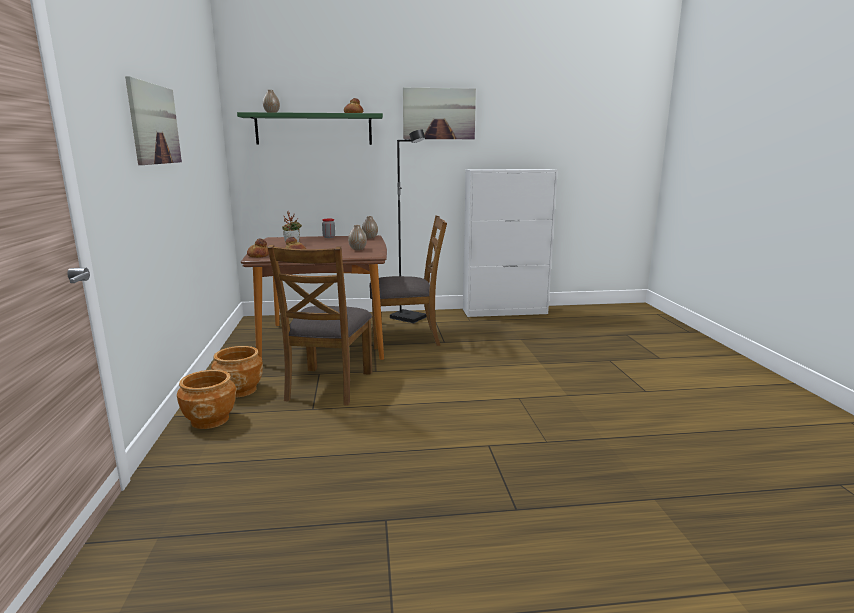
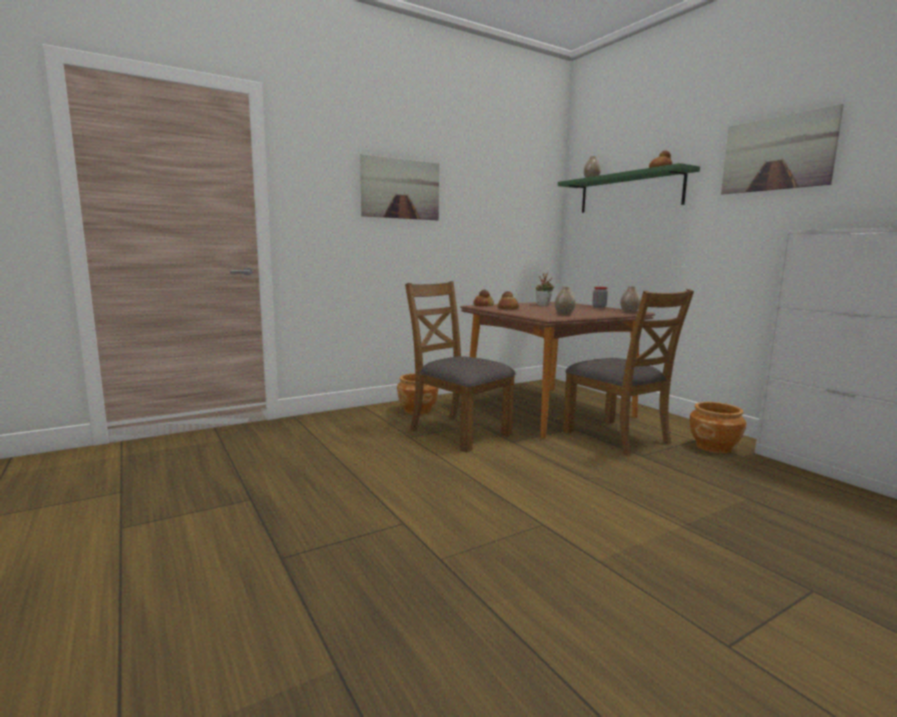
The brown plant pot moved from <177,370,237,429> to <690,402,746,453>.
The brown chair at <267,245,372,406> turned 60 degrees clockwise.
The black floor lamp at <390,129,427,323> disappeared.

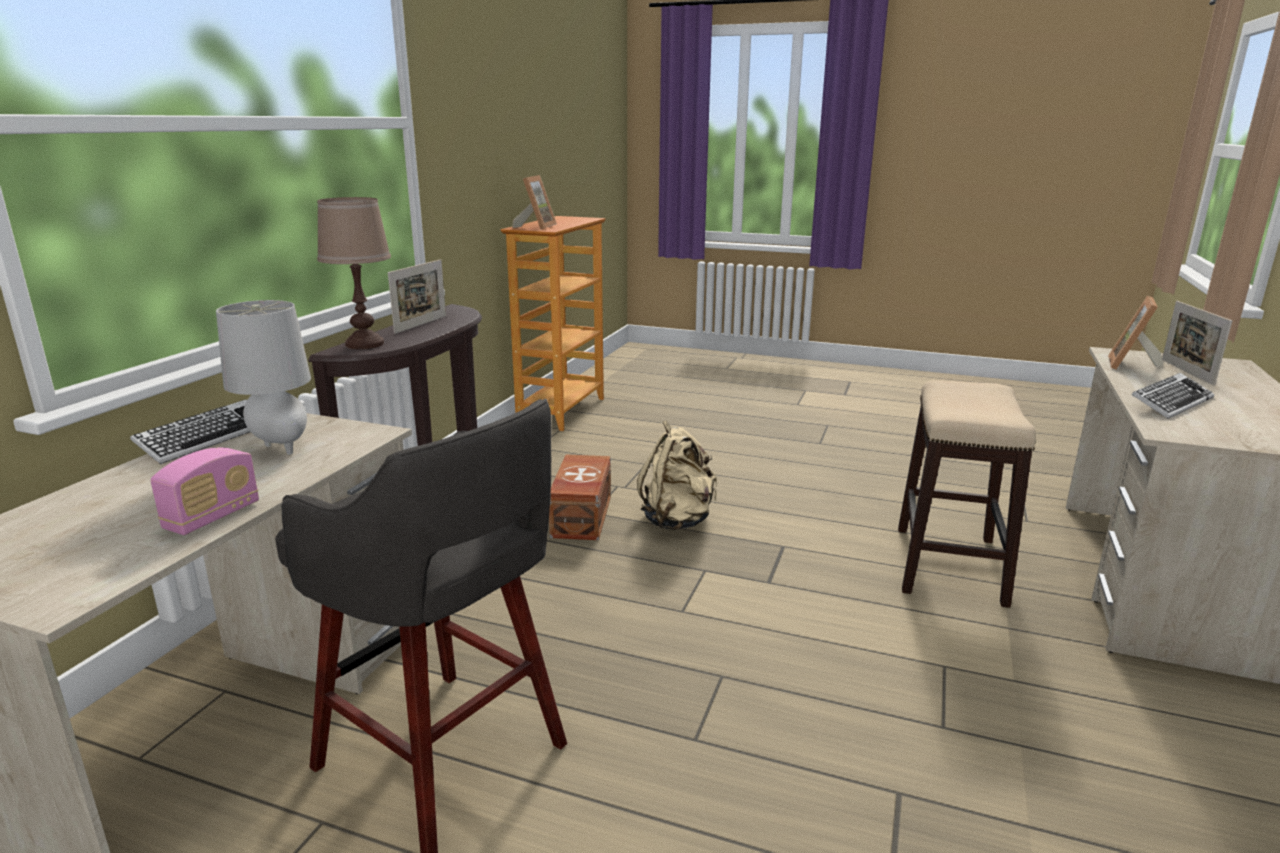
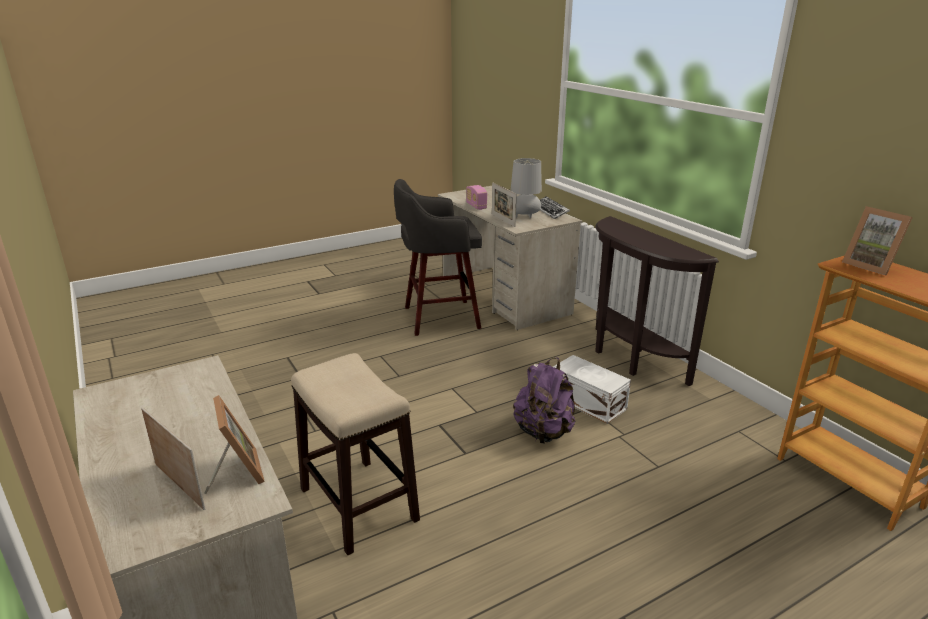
The brown tabletop lamp at <317,197,391,349> disappeared.
The picture frame moved from <388,259,446,334> to <492,183,517,227>.
The brown storage container at <549,455,611,540> became the whitish storage container at <553,355,631,424>.
The sand-coloured backpack at <637,420,717,530> became the purple-coloured backpack at <513,358,575,444>.
The computer keyboard at <1131,373,1214,419> disappeared.

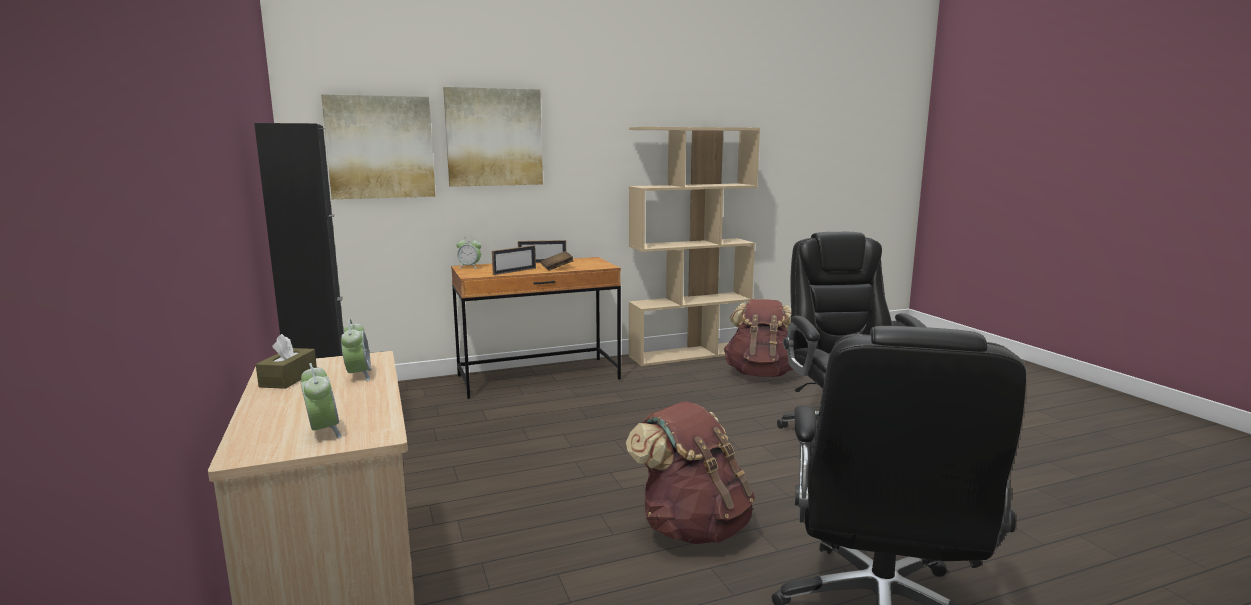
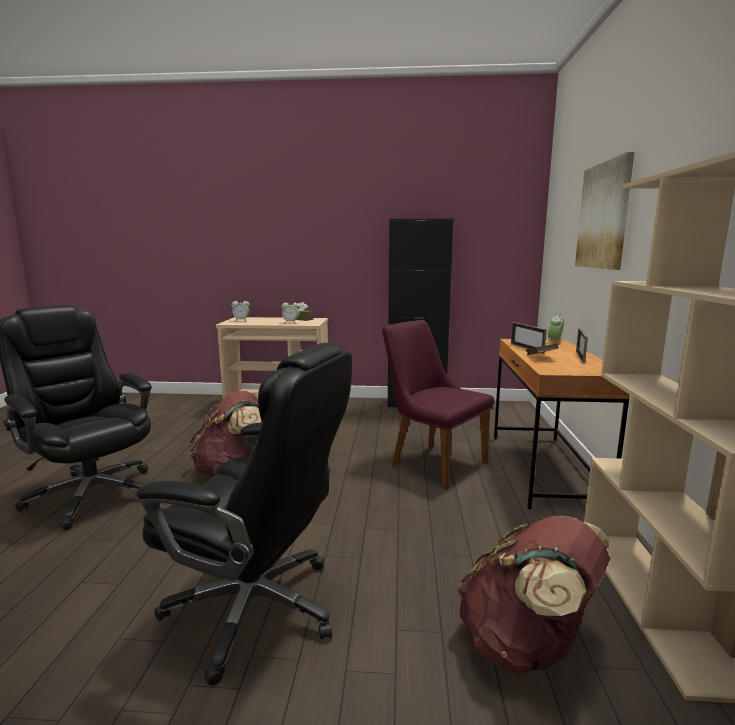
The wall art at <321,94,435,199> disappeared.
The purple-coloured chair at <382,320,494,490> appeared.

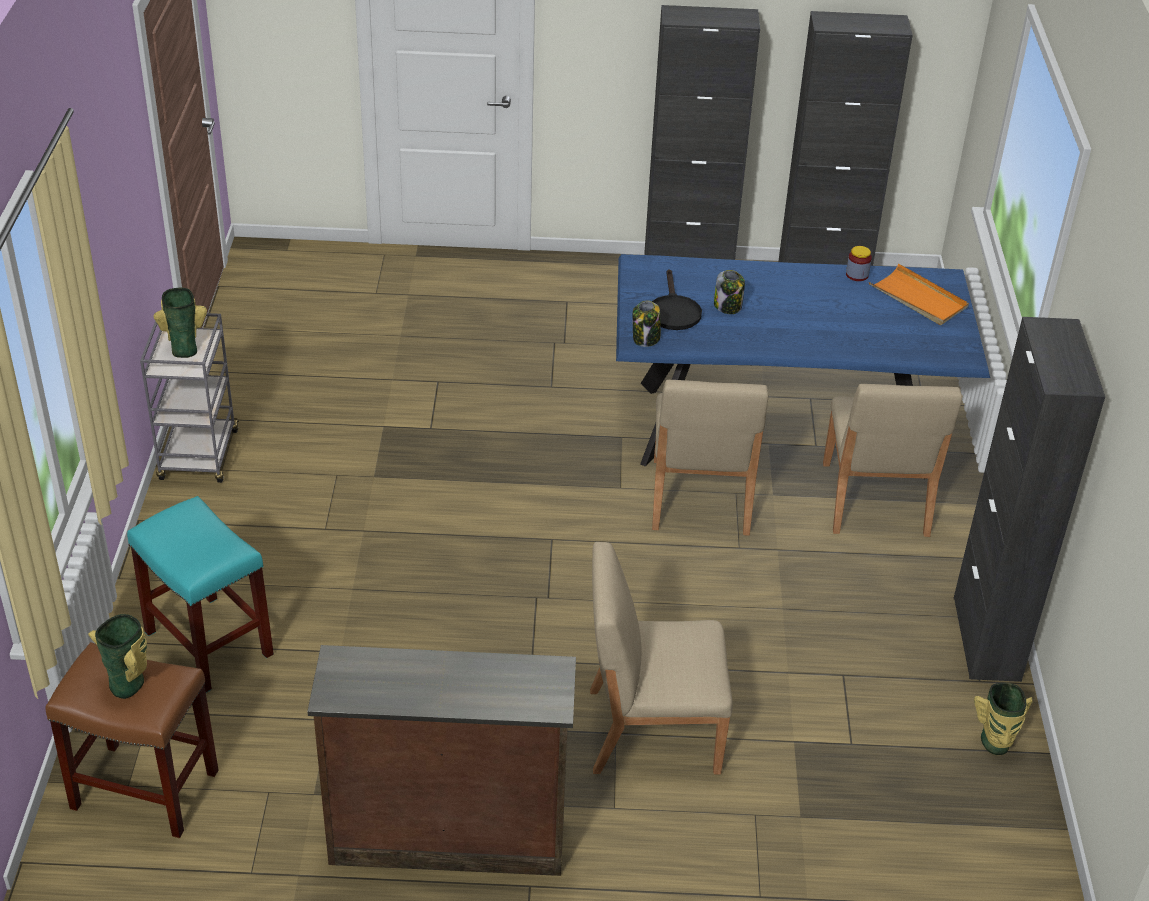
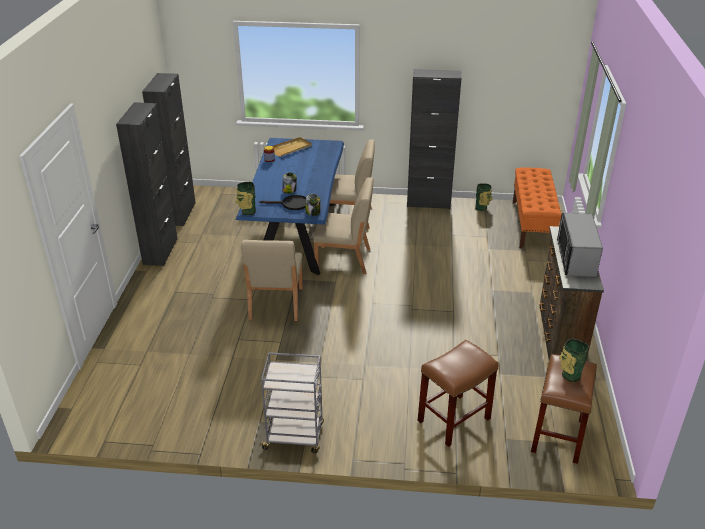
The turquoise-coloured stool seat at <127,496,274,693> became the brown stool seat at <418,340,499,447>.
The decorative vase moved from <154,288,207,358> to <236,182,256,215>.
The sand-coloured chair moved from <590,542,733,774> to <241,240,303,321>.
The orangey tray at <869,264,969,325> became the sand-coloured tray at <272,137,312,157>.
The orangey bench at <513,167,562,249> appeared.
The microwave at <557,213,603,277> appeared.

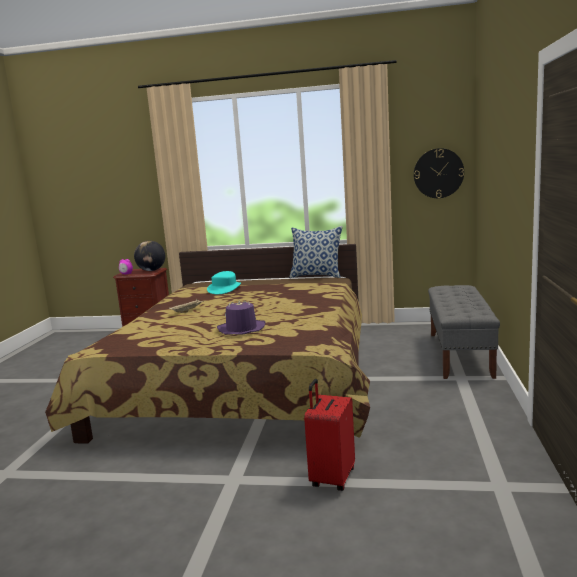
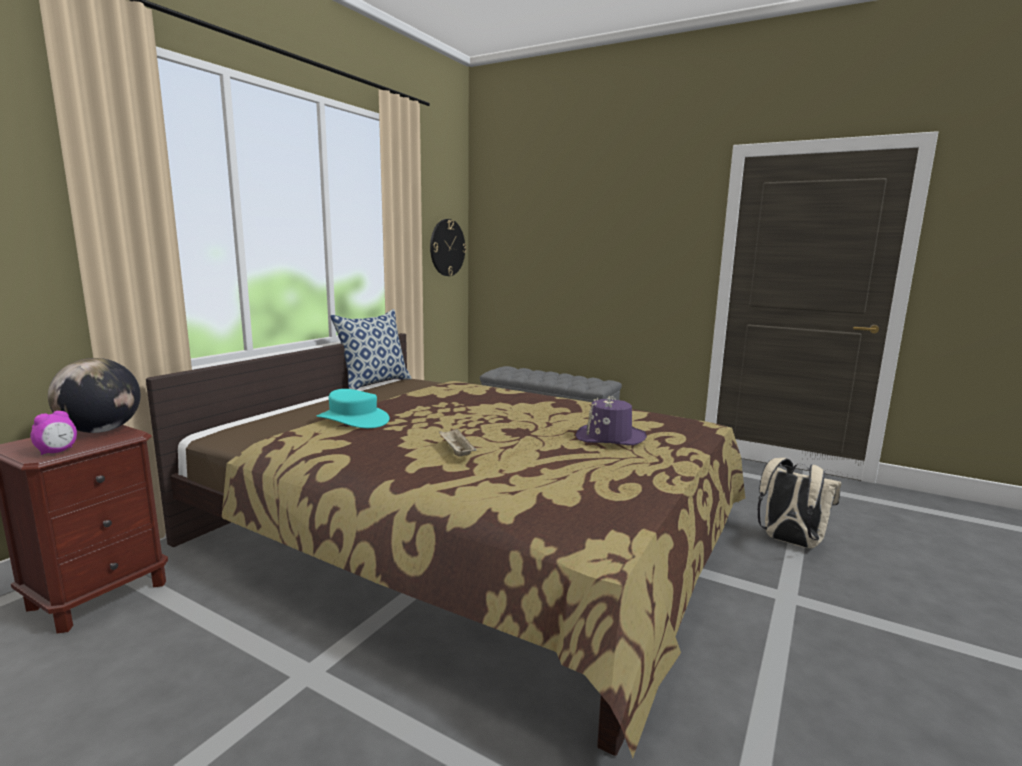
The reddish piece of luggage at <304,379,355,491> was replaced by the sand-coloured backpack at <758,458,842,548>.

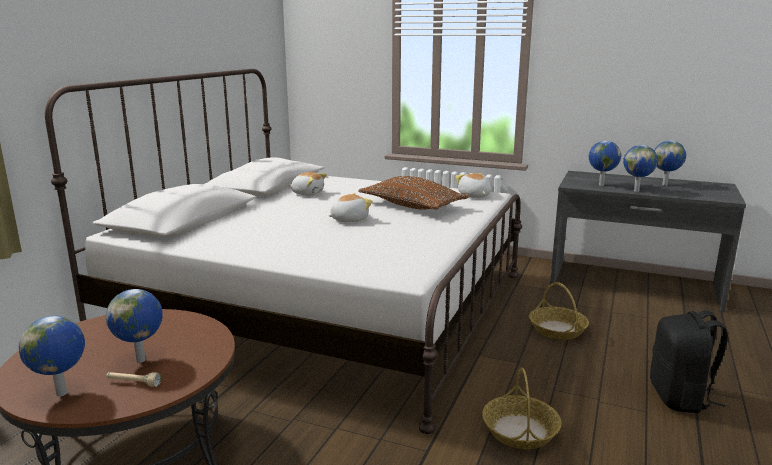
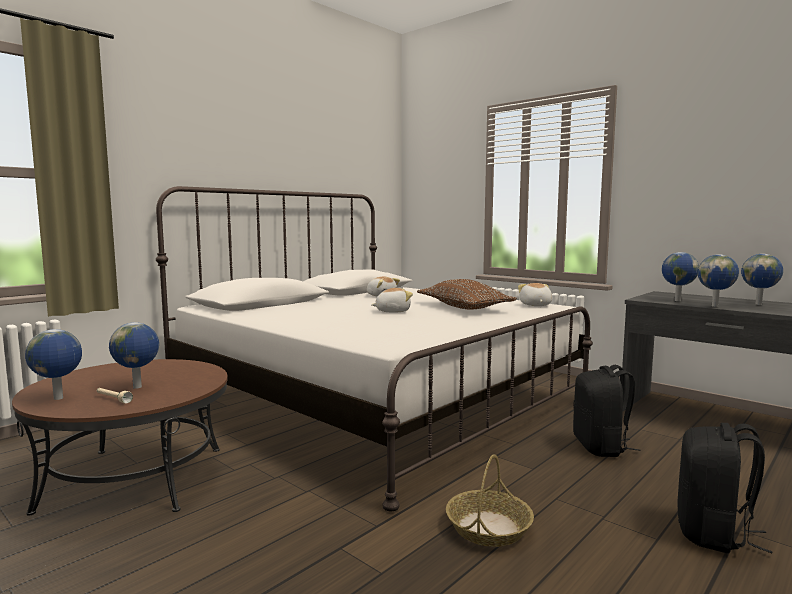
The household basket at <529,282,589,340> was replaced by the black backpack at <573,365,641,457>.

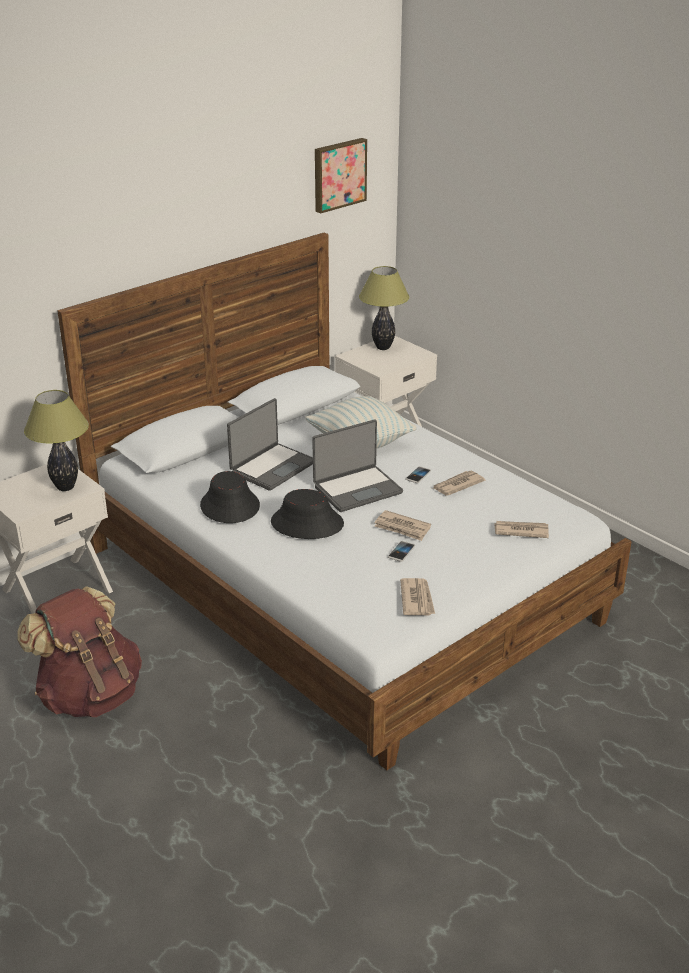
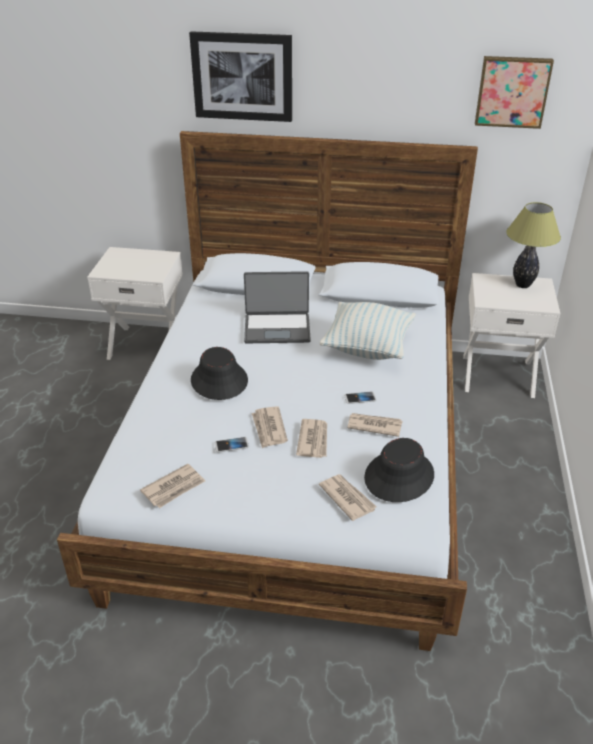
The brown backpack at <17,586,142,717> disappeared.
The tabletop lamp at <24,390,89,491> disappeared.
The black clothing hat moved from <200,471,260,523> to <364,438,434,502>.
The notebook computer at <312,419,403,512> disappeared.
The wall art at <189,31,292,122> appeared.
The daily paper at <296,419,327,458> appeared.

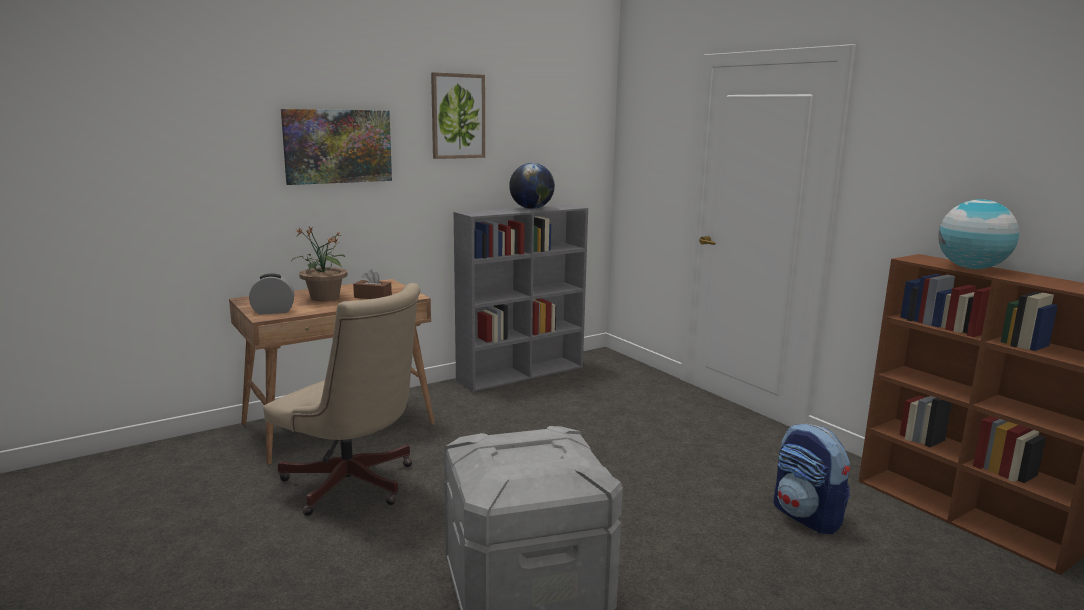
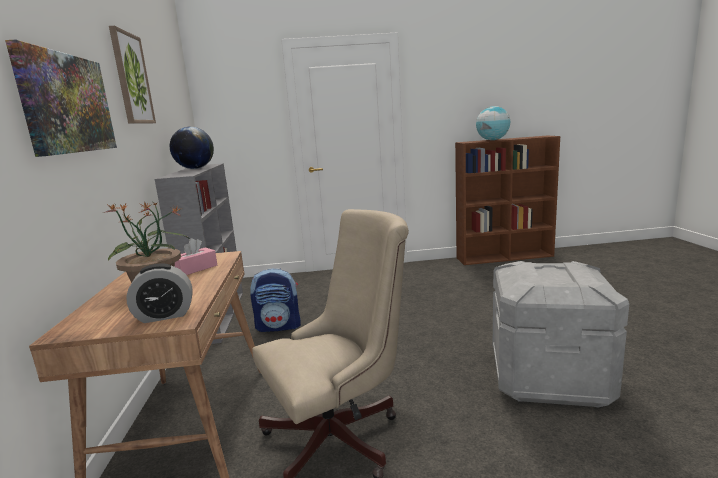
The bedside clock at <249,273,294,315> turned 120 degrees counterclockwise.
The brown box of tissues at <353,270,392,299> became the pink box of tissues at <175,238,217,275>.
The backpack moved from <773,424,850,534> to <251,268,301,332>.

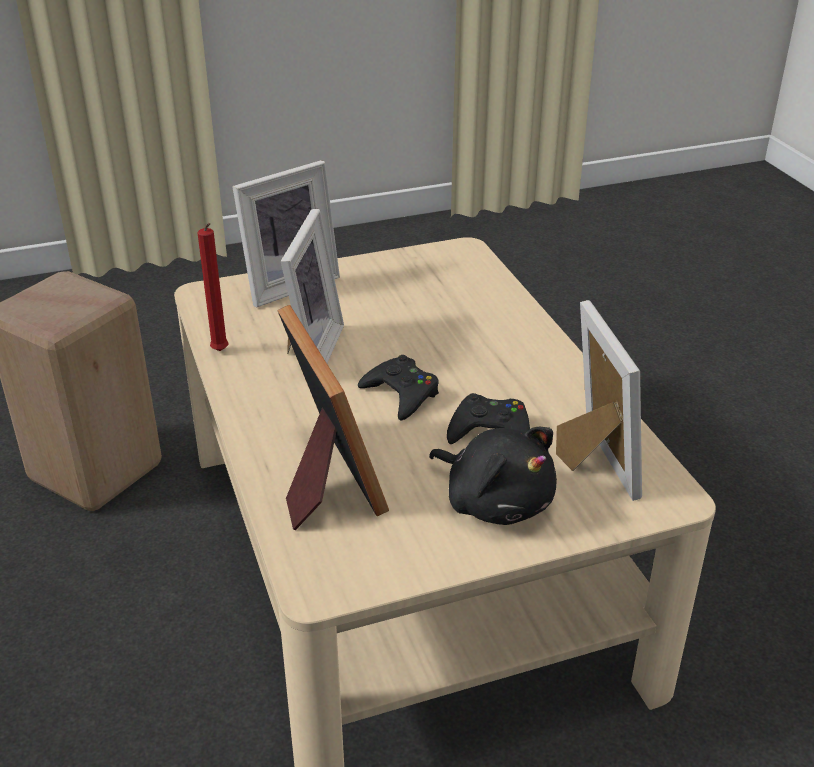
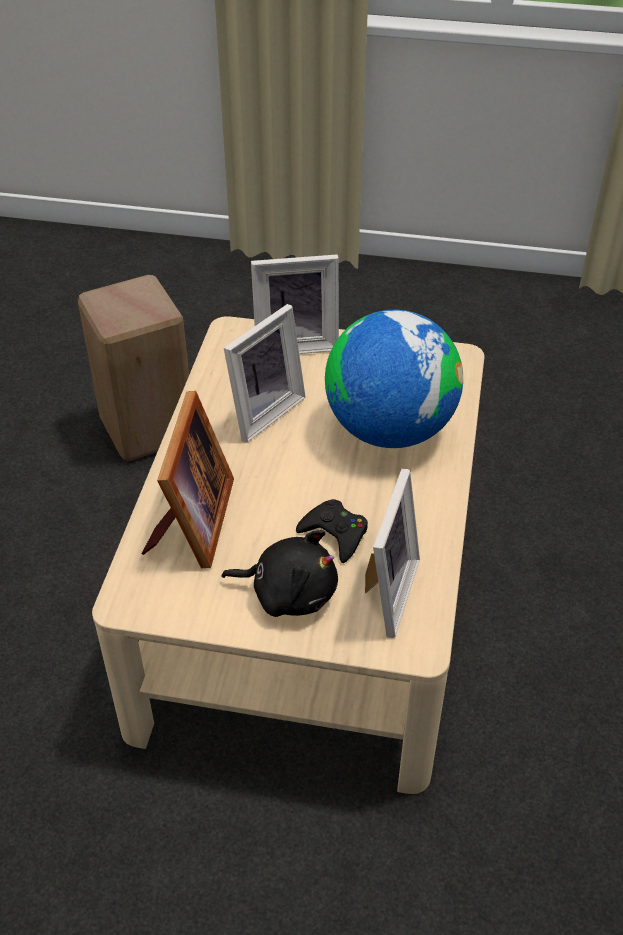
The reddish wax candle at <198,223,228,351> disappeared.
The black joypad at <358,355,439,421> disappeared.
The black soft toy at <429,427,557,525> turned 60 degrees counterclockwise.
The world globe at <325,310,463,448> appeared.

